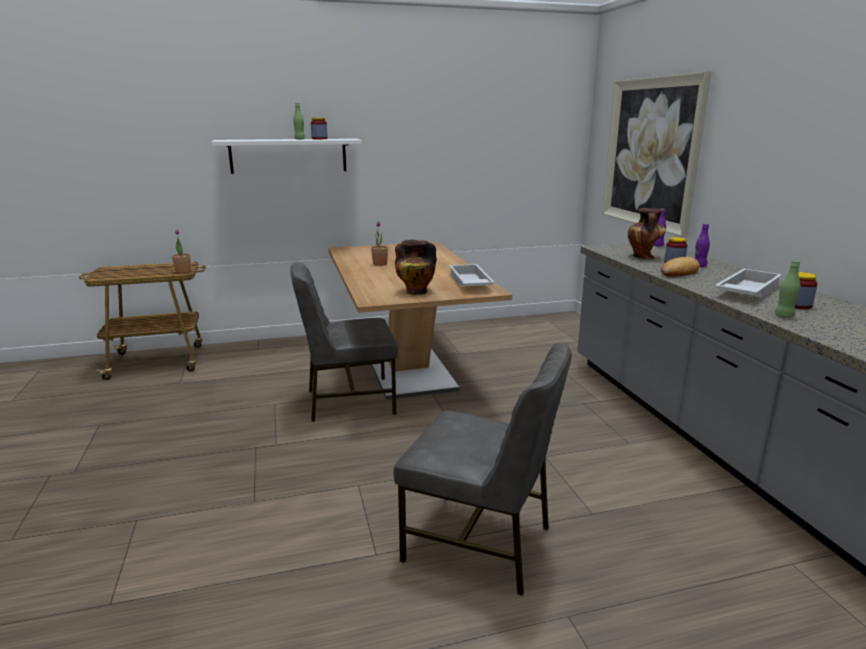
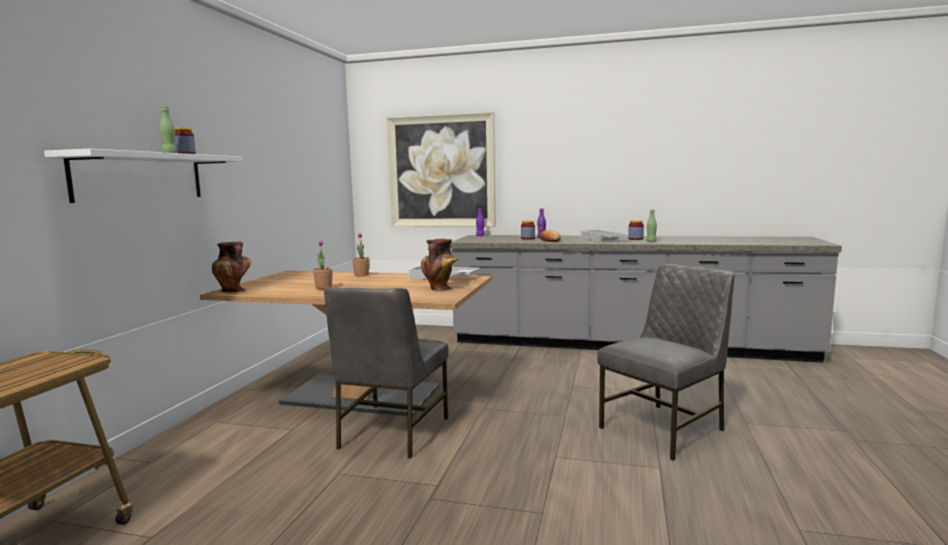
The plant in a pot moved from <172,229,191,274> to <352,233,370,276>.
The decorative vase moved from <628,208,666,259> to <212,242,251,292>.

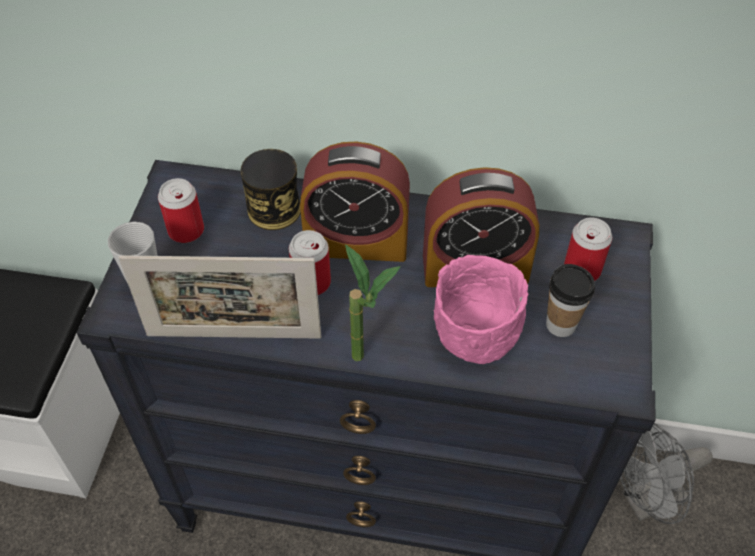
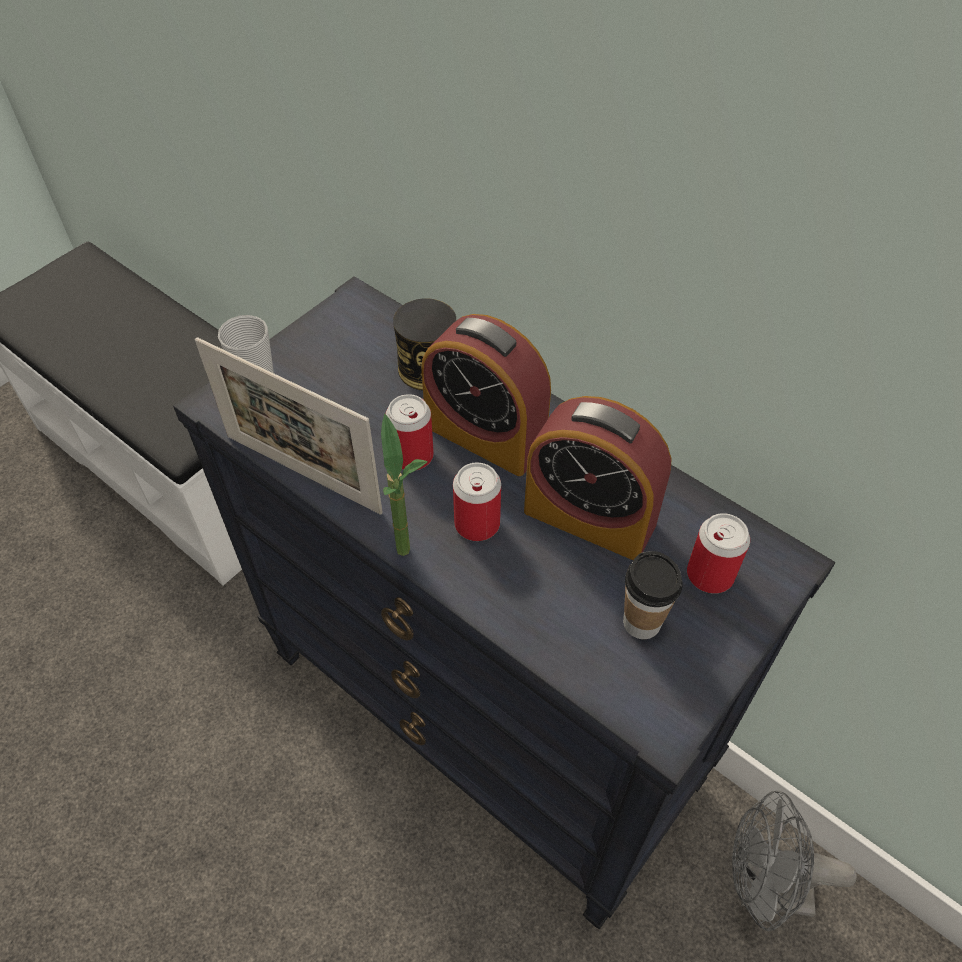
The metal can moved from <158,178,204,243> to <453,462,501,541>.
The pink serving bowl at <434,255,528,364> disappeared.

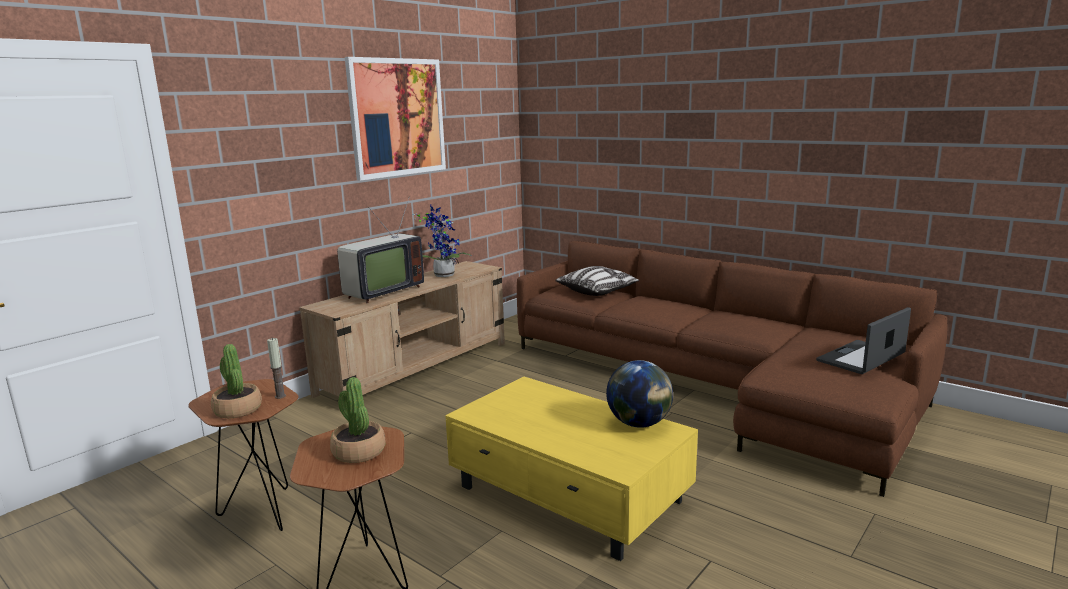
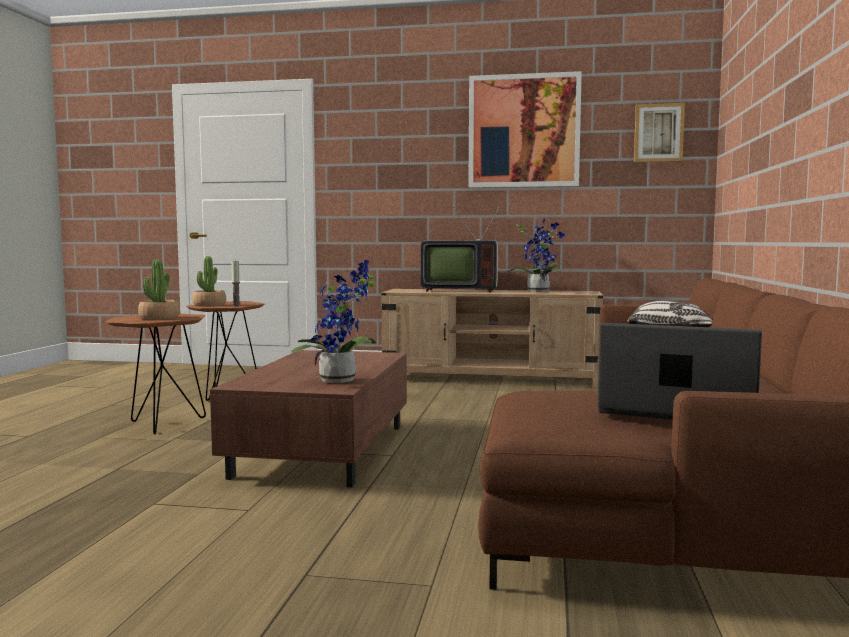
The yellow-coloured coffee table at <445,377,698,561> became the brown coffee table at <210,350,407,487>.
The world globe at <606,360,673,428> was replaced by the plant in a pot at <291,259,377,383>.
The wall art at <634,103,685,162> appeared.

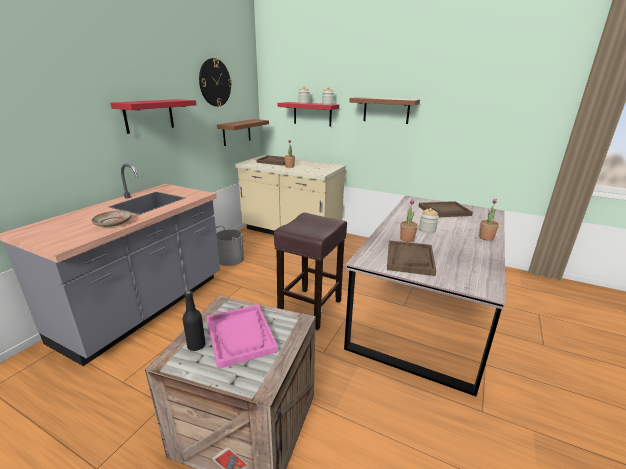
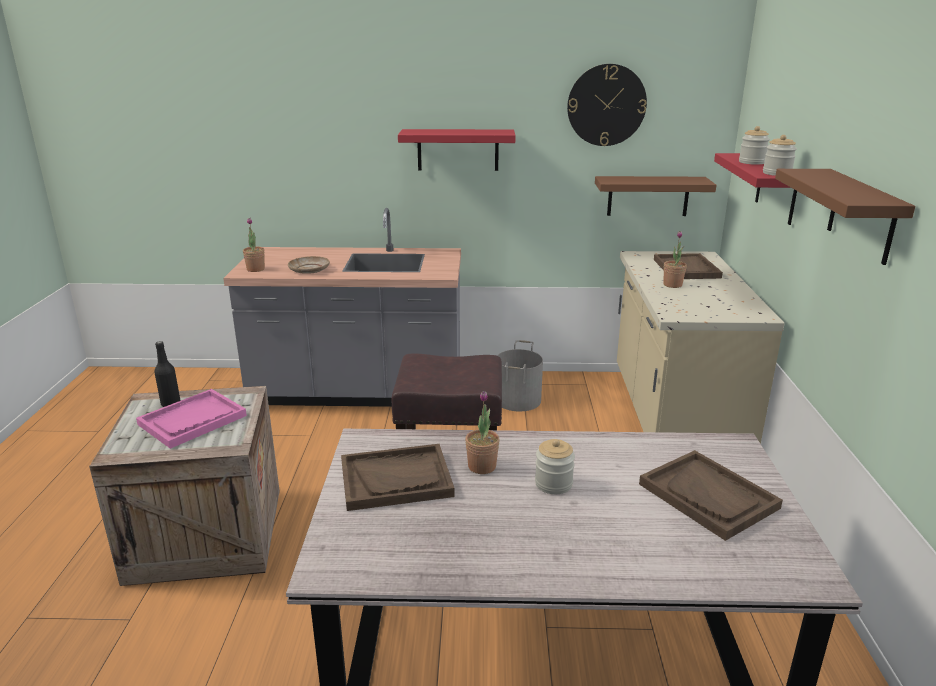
The plant in a pot moved from <479,199,499,241> to <243,218,265,272>.

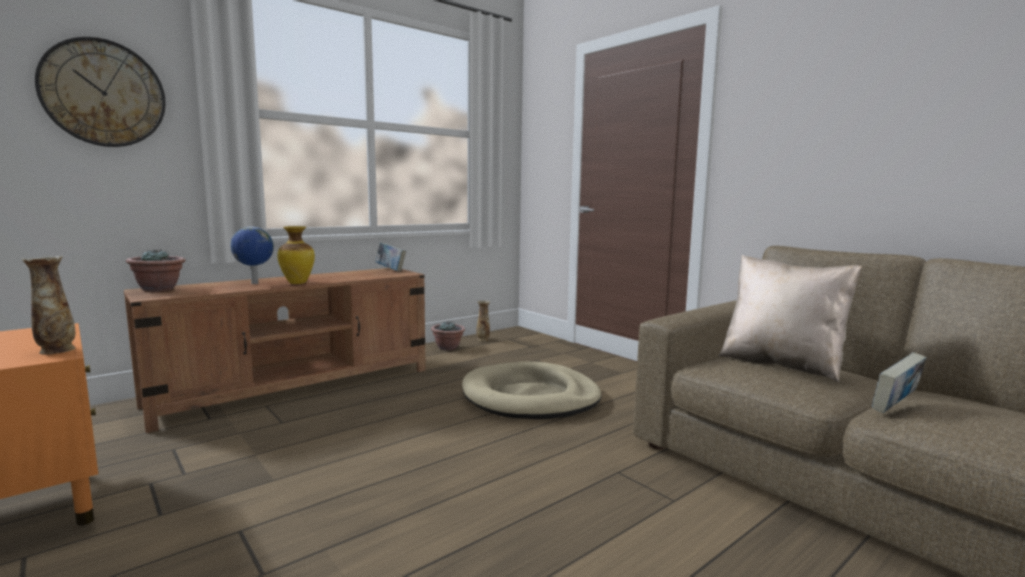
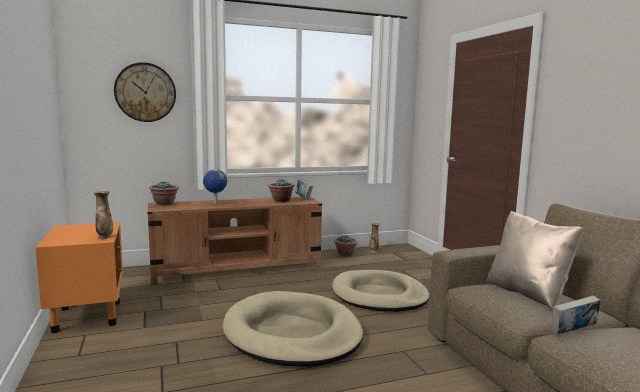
The decorative vase at <277,226,315,284> disappeared.
The sand-coloured pet bed at <223,291,363,367> appeared.
The plant in a pot at <268,180,295,202> appeared.

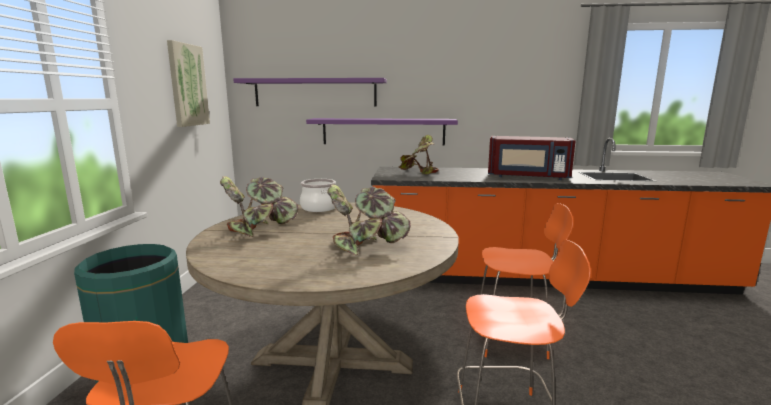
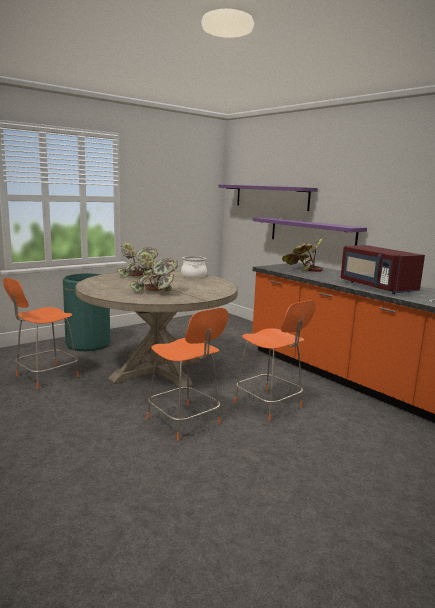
The wall art at <167,40,210,127> disappeared.

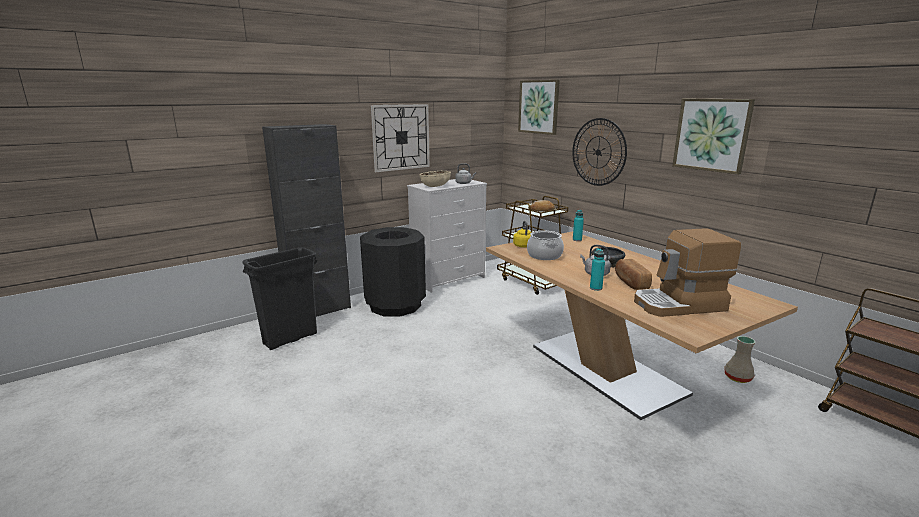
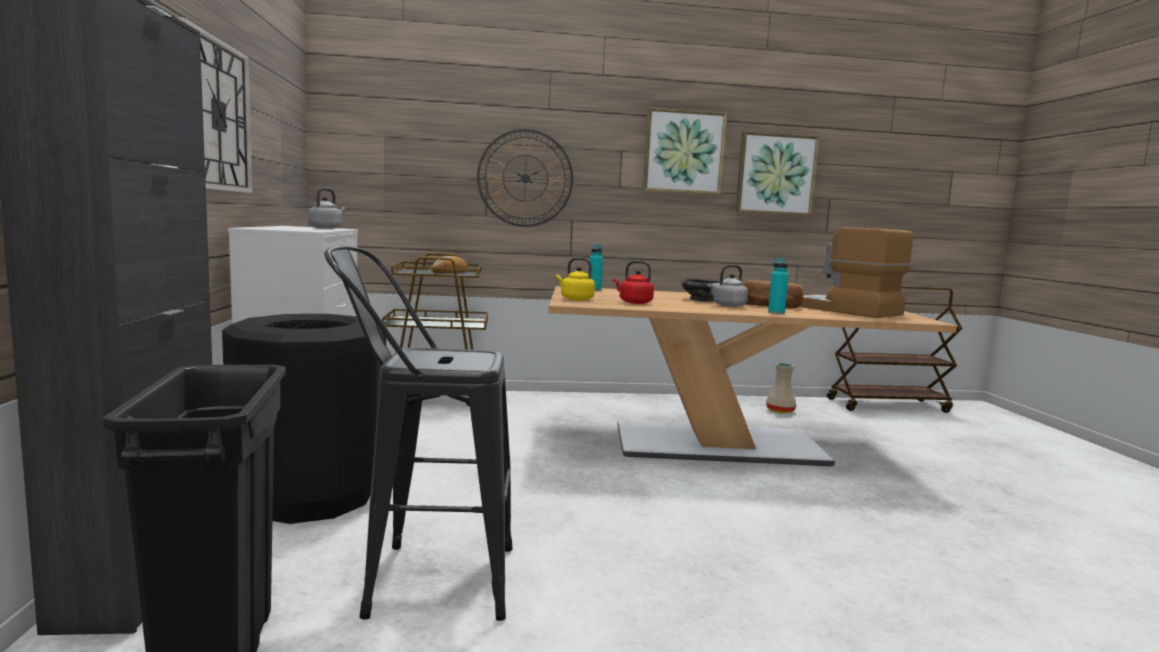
The sand-coloured serving bowl at <419,171,451,187> disappeared.
The wall art moved from <518,80,560,135> to <735,131,820,216>.
The saucepot at <527,231,564,260> was replaced by the reddish tea kettle at <613,261,654,304>.
The coffee brewer at <634,228,741,317> turned 120 degrees clockwise.
The black stool seat at <324,245,513,621> appeared.

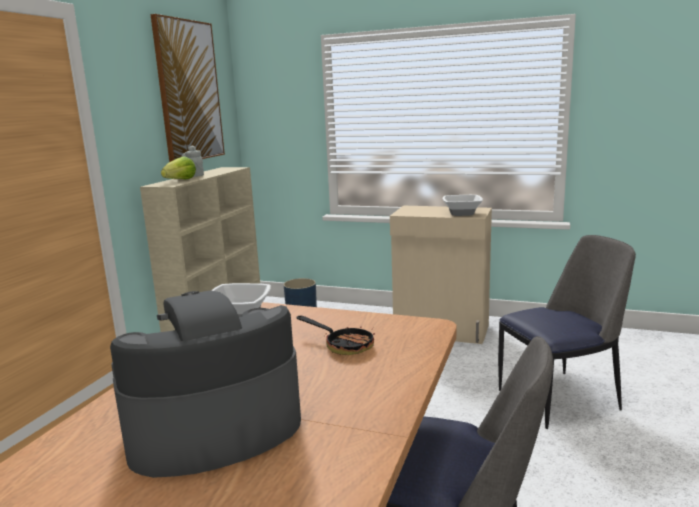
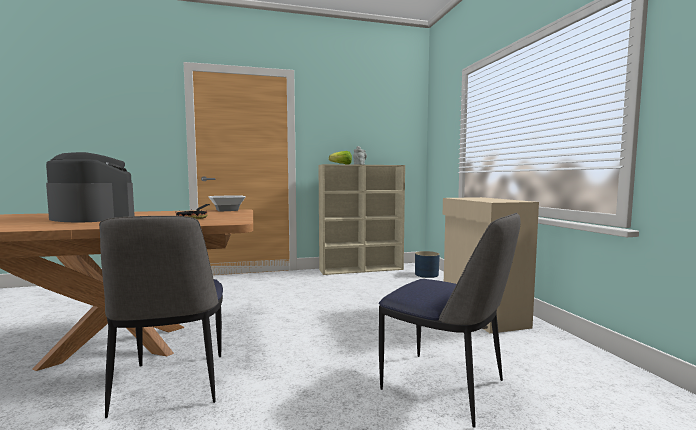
The wall art at <150,14,225,162> disappeared.
The serving bowl at <443,195,483,216> disappeared.

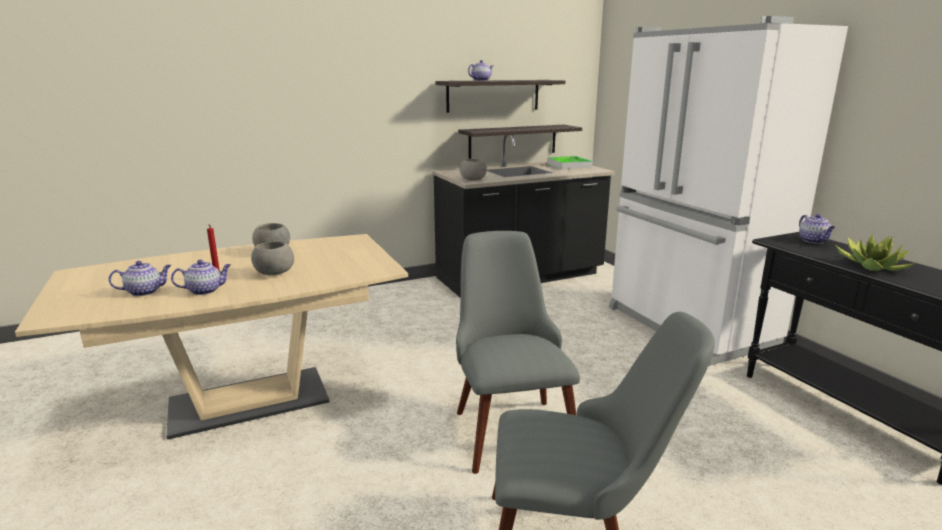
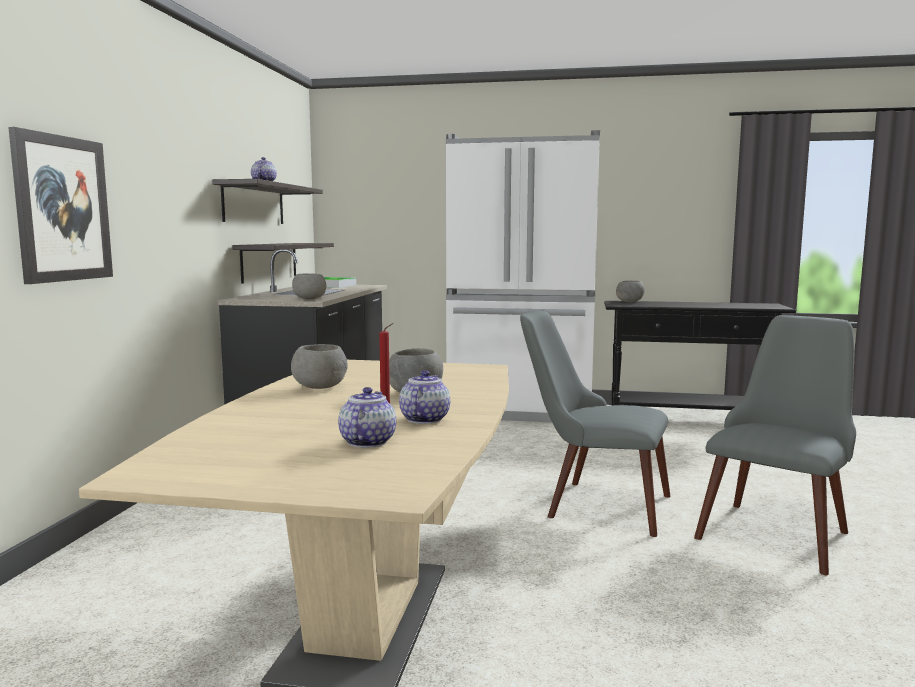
The pot for tea at <799,214,835,244> was replaced by the gray serving bowl at <616,280,645,302>.
The plant in a pot at <835,235,915,271> disappeared.
The wall art at <8,127,113,284> appeared.

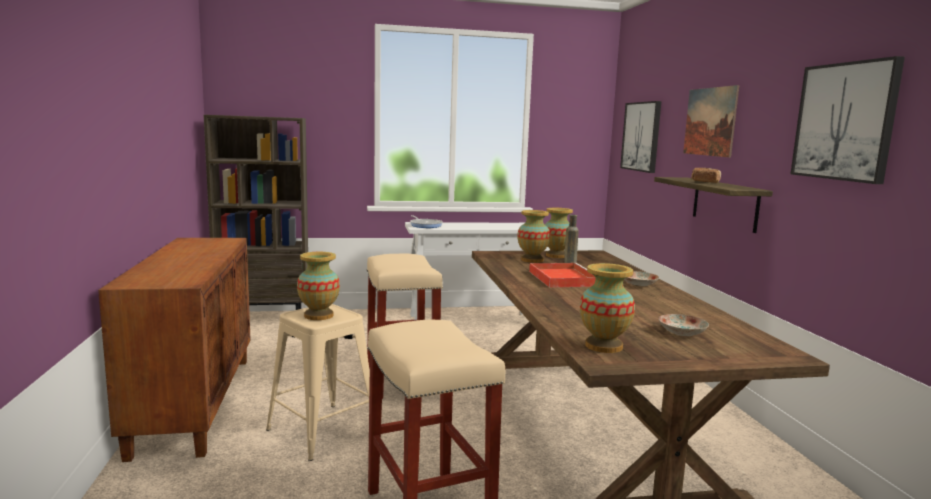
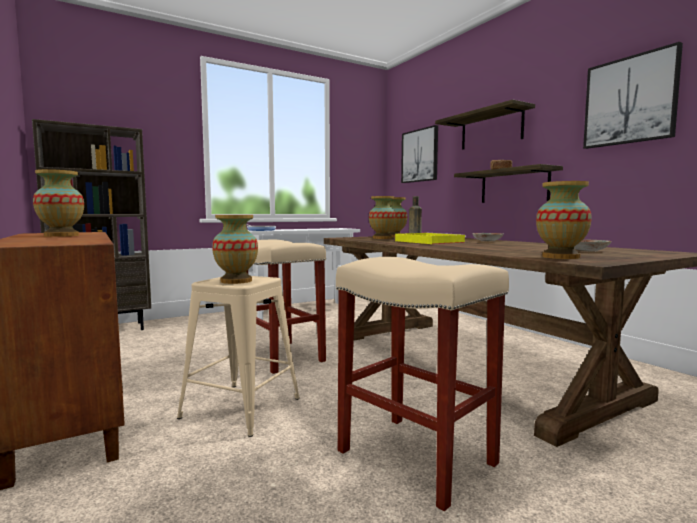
The reddish tray at <529,263,595,288> became the yellow-coloured tray at <395,233,466,244>.
The wall art at <683,85,739,158> was replaced by the wall shelf at <435,100,535,150>.
The decorative vase at <33,169,84,237> appeared.

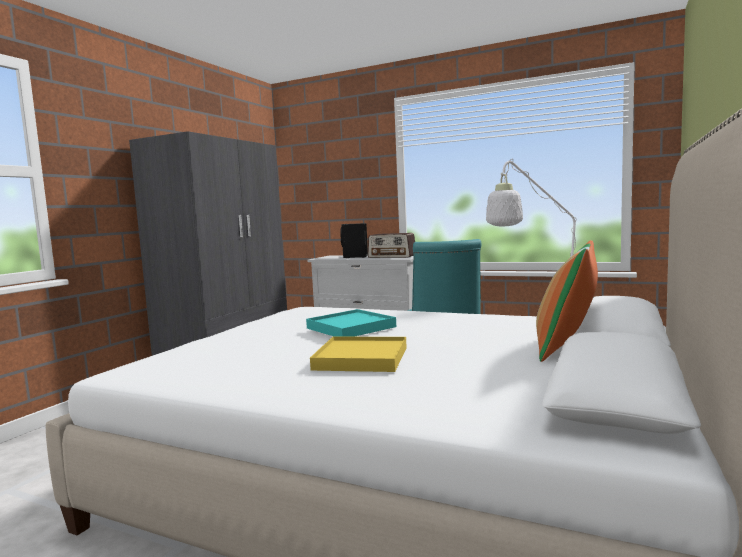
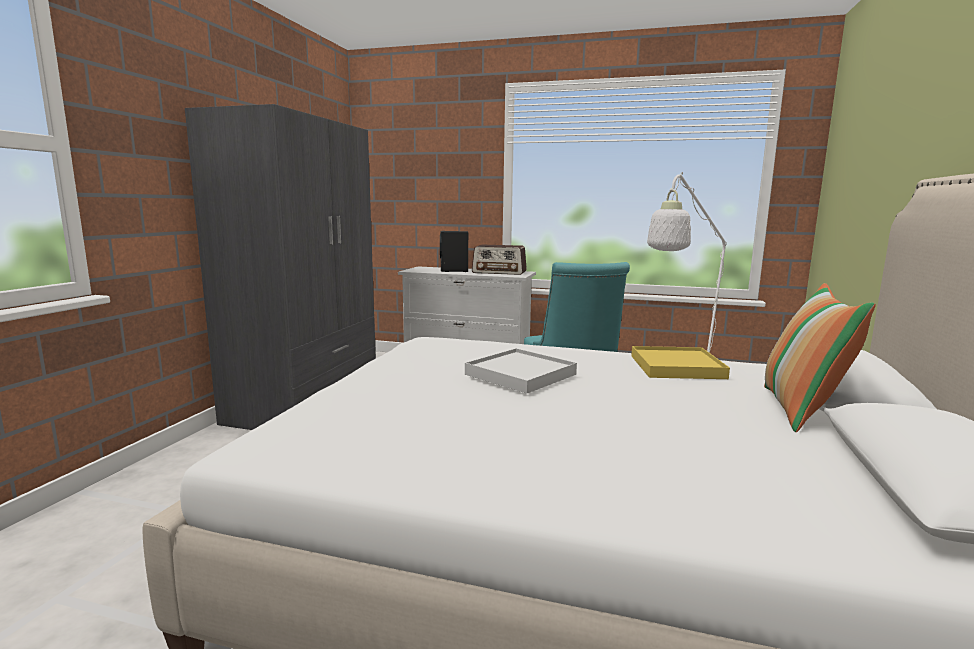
The turquoise-coloured tray at <306,309,396,337> became the whitish tray at <465,348,577,394>.
The yellow-coloured tray moved from <310,337,407,372> to <631,346,730,379>.

